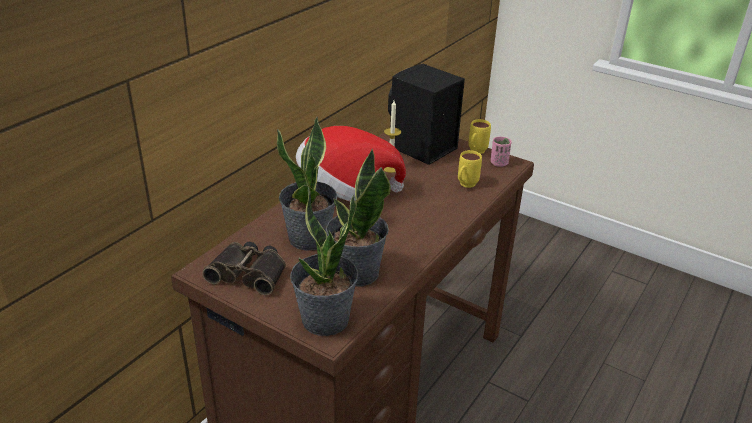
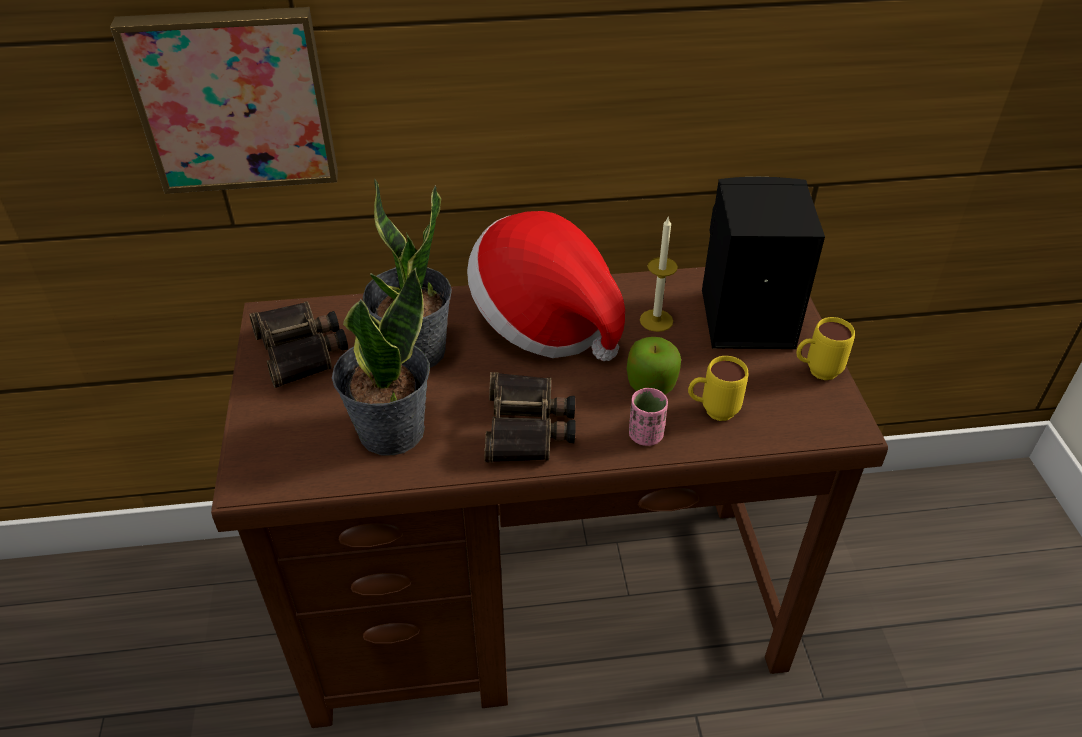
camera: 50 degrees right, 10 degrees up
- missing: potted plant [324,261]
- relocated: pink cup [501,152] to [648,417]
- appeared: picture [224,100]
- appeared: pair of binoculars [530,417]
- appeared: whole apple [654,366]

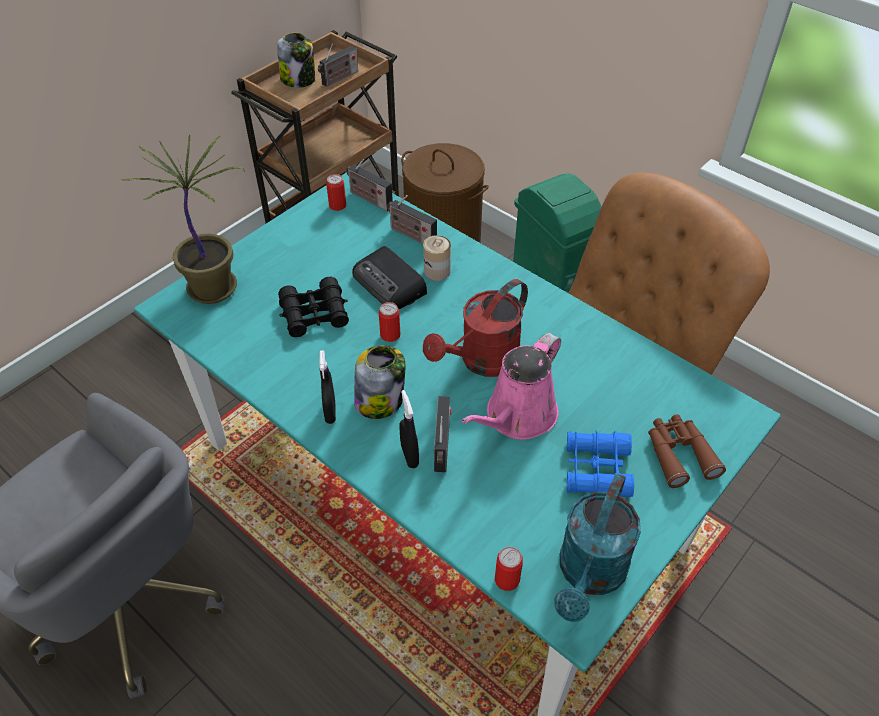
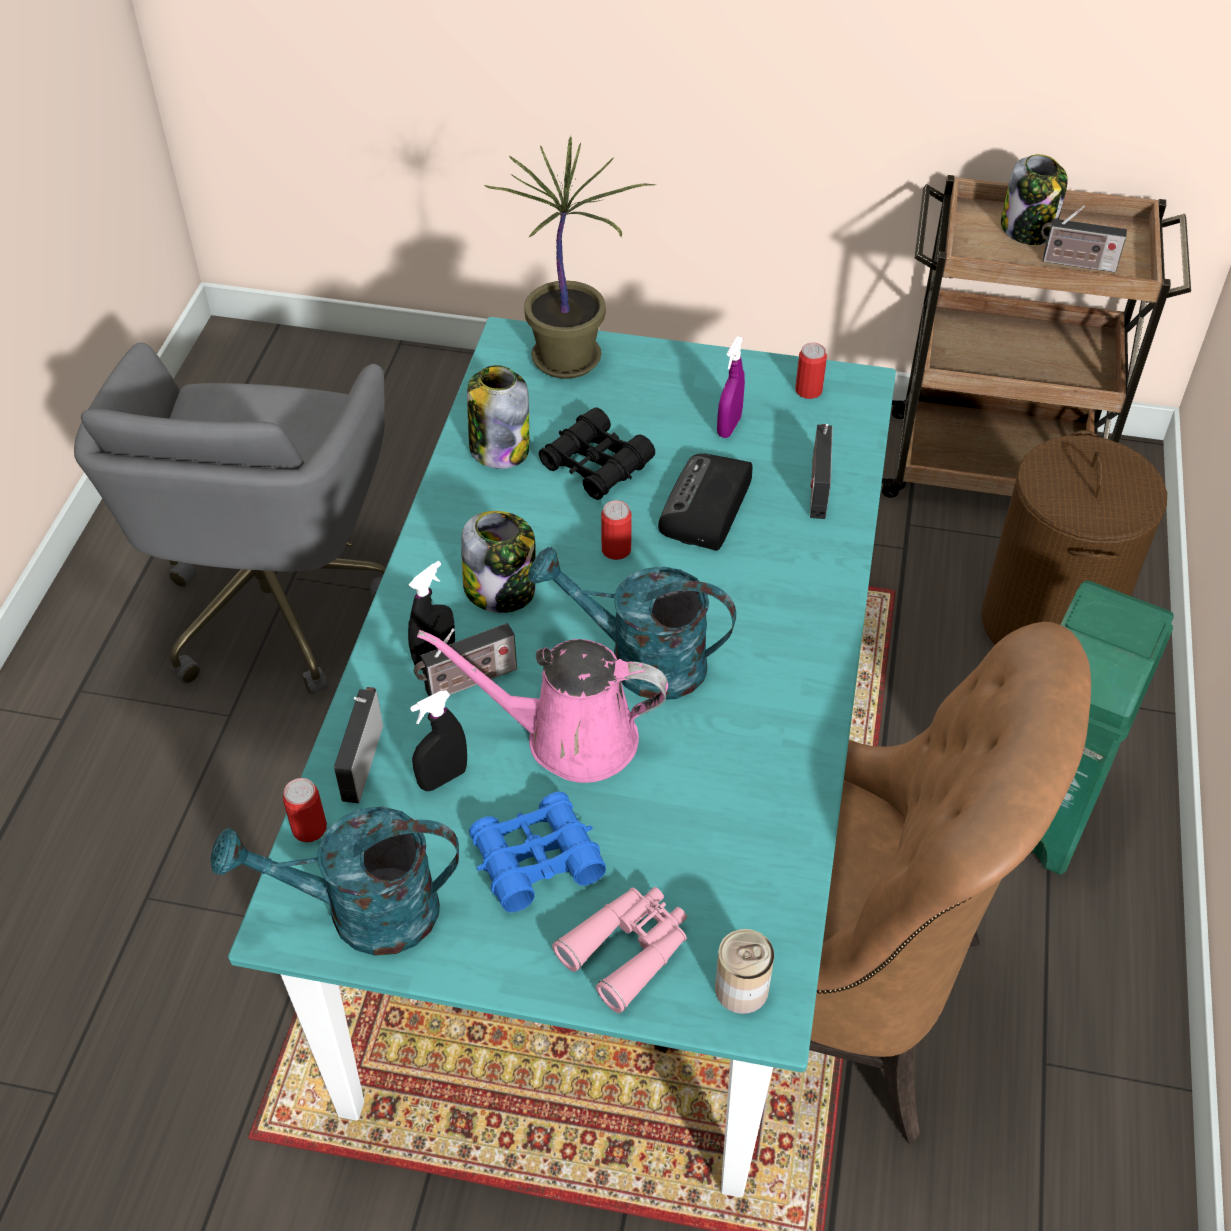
camera: 60 degrees right, 0 degrees up
- relocated: black-coloured spray bottle [327,387] to [438,740]
- relocated: radio receiver [369,185] to [358,745]
- relocated: sealed can [437,258] to [744,971]
- colour: reddish watering pot [475,328] to blue-green watering pot [632,623]
- colour: brownish pair of binoculars [687,451] to pink pair of binoculars [619,950]
- appeared: preserve jar [498,417]
- appeared: purple spray bottle [731,387]

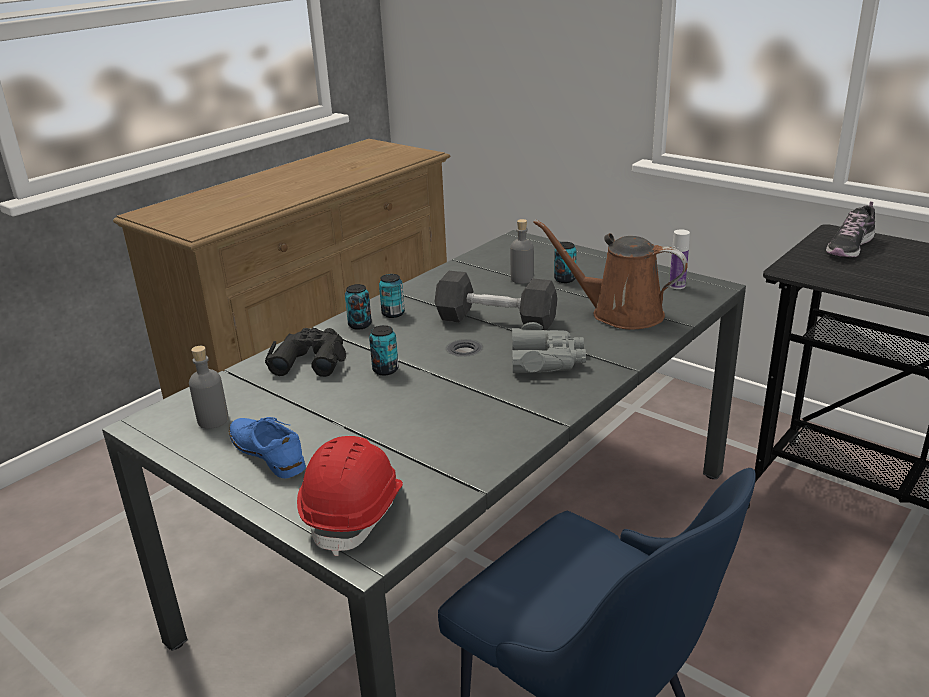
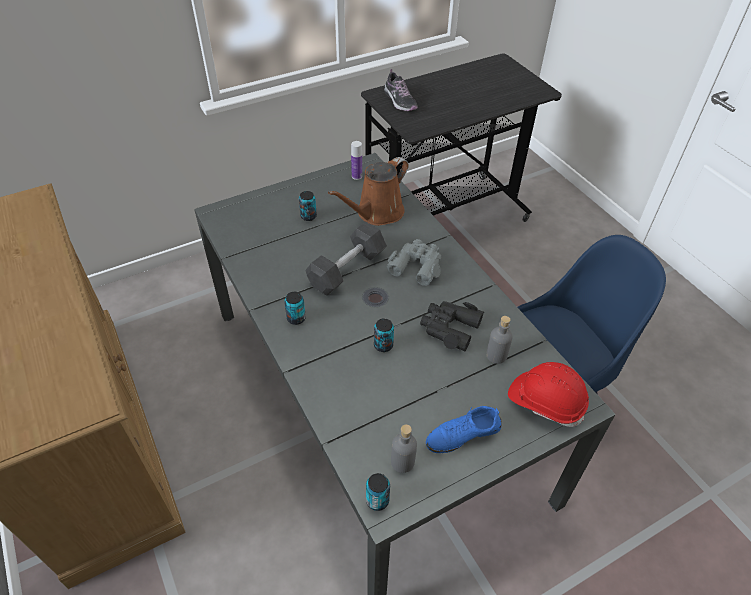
camera: 70 degrees left, 20 degrees up
- relocated: black-coloured pair of binoculars [305,352] to [452,326]
- relocated: sealed can [358,307] to [378,492]
- relocated: gray drink bottle [522,251] to [499,340]

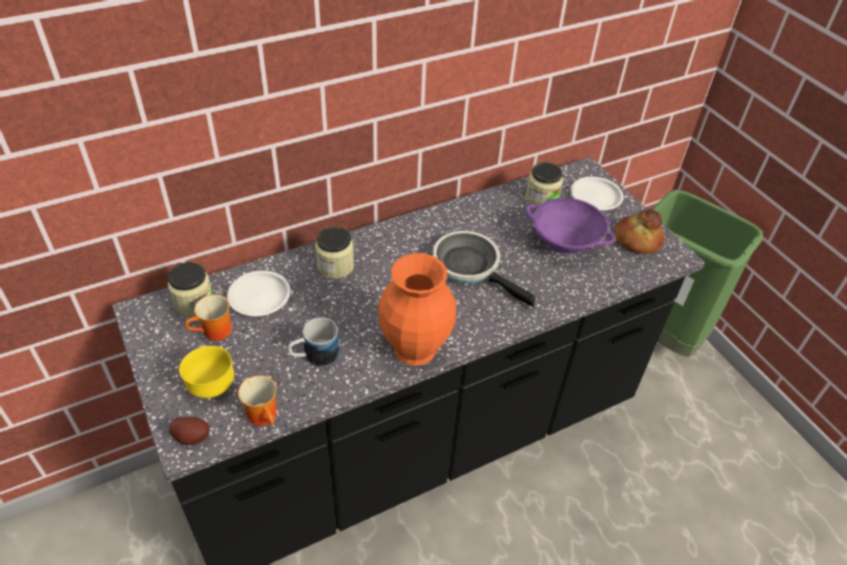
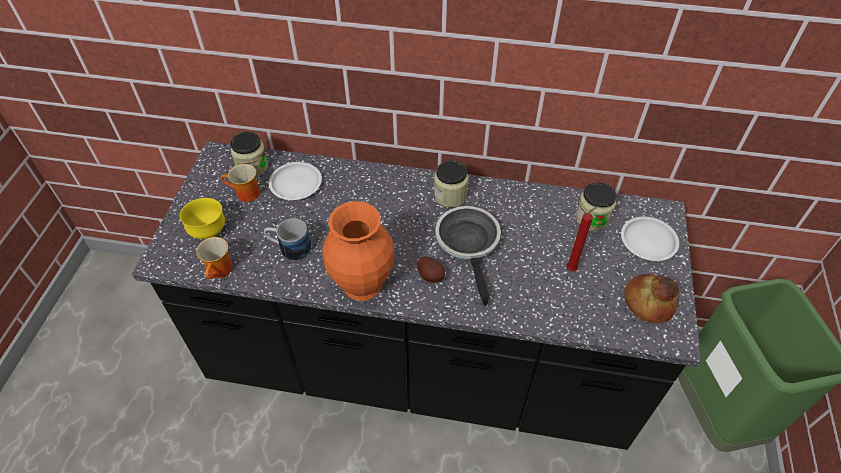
camera: 40 degrees right, 5 degrees up
- relocated: spud [189,431] to [431,269]
- relocated: preserve jar [334,252] to [451,183]
- exchanged: purple deep dish [570,226] to reddish candle [582,238]

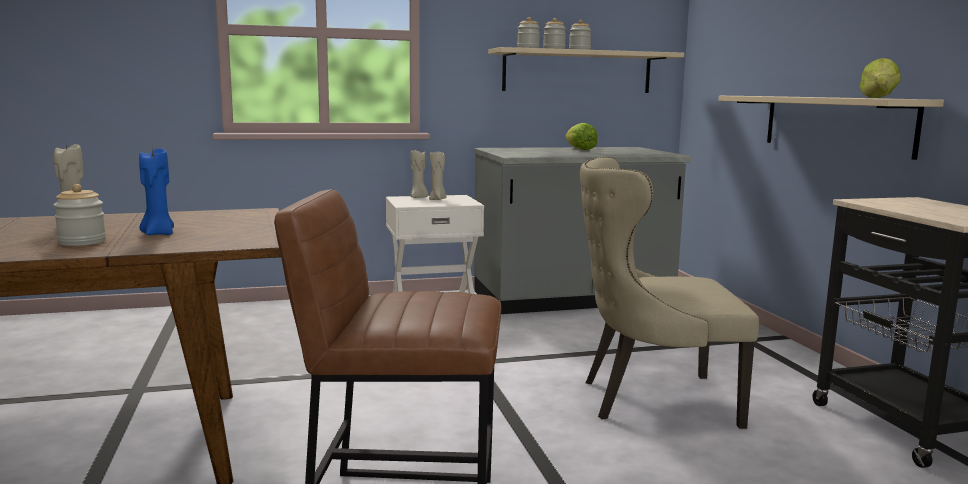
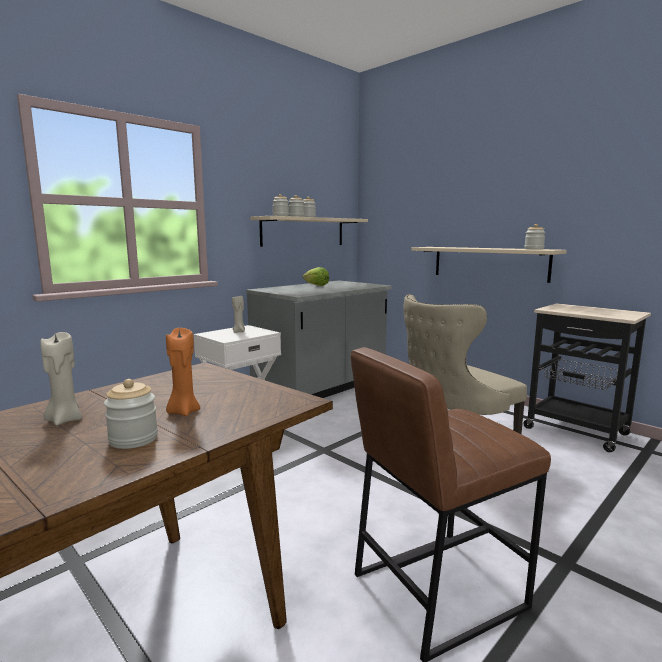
camera: 30 degrees left, 0 degrees up
- colour: blue-coloured candle [156,191] to orange candle [183,372]
- missing: beige candle [419,174]
- exchanged: head of lettuce [880,78] to preserve jar [535,237]

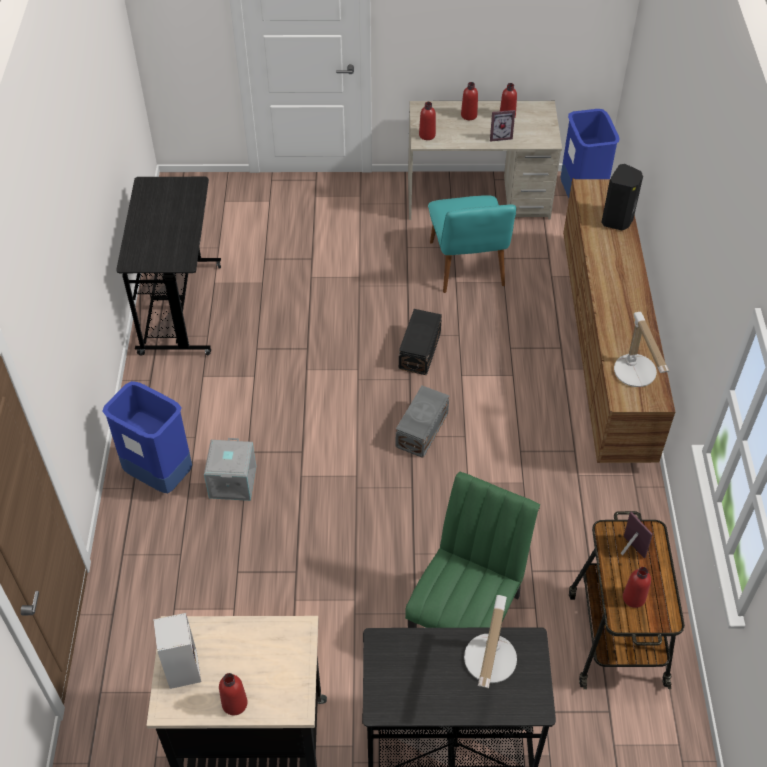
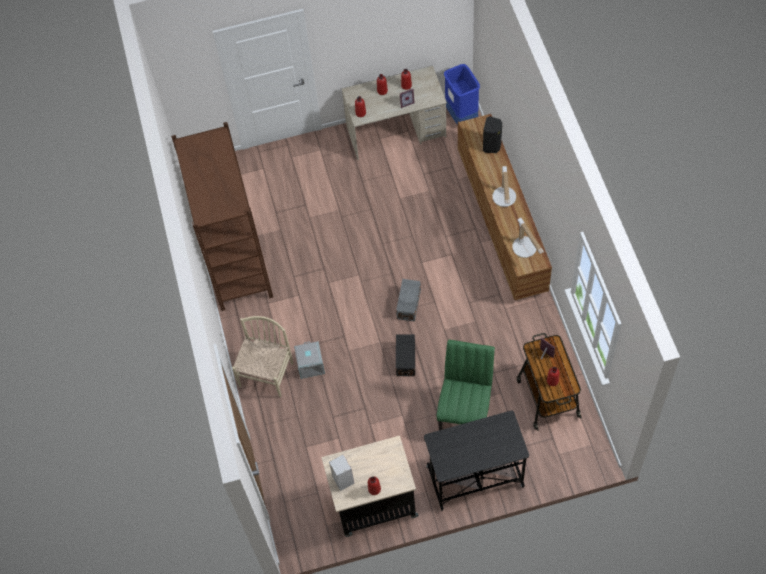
camera: 10 degrees left, 10 degrees up
- exchanged: blue-coloured waste bin [147,437] to beige plain chair [262,356]
- exchanged: black-coloured desk unit [168,266] to brownish bookshelf [222,216]
- relocated: black-coloured storage bin [420,342] to [405,355]
- missing: blue-green plain chair [472,244]
- relocated: lamp for a table [490,642] to [504,186]

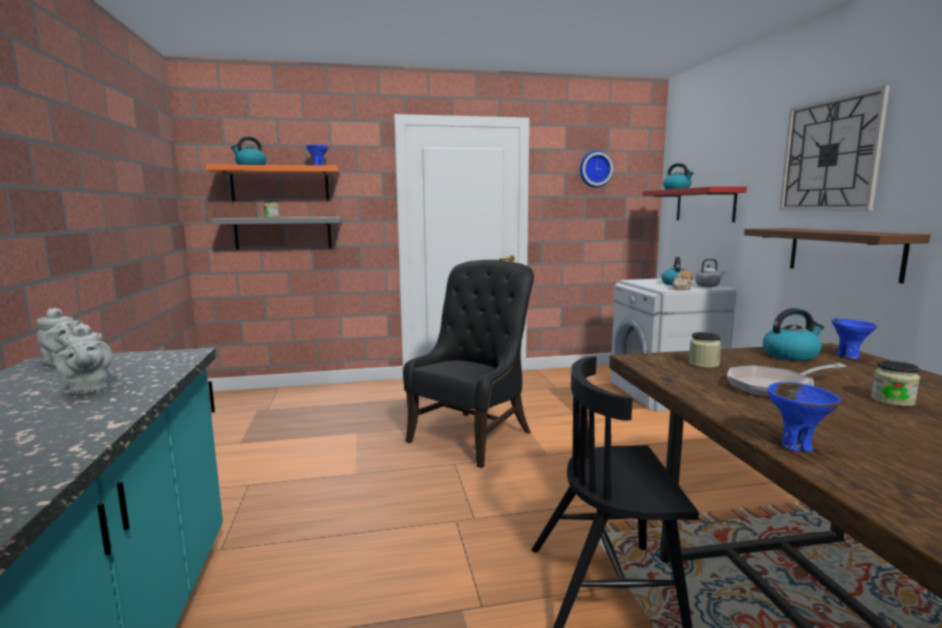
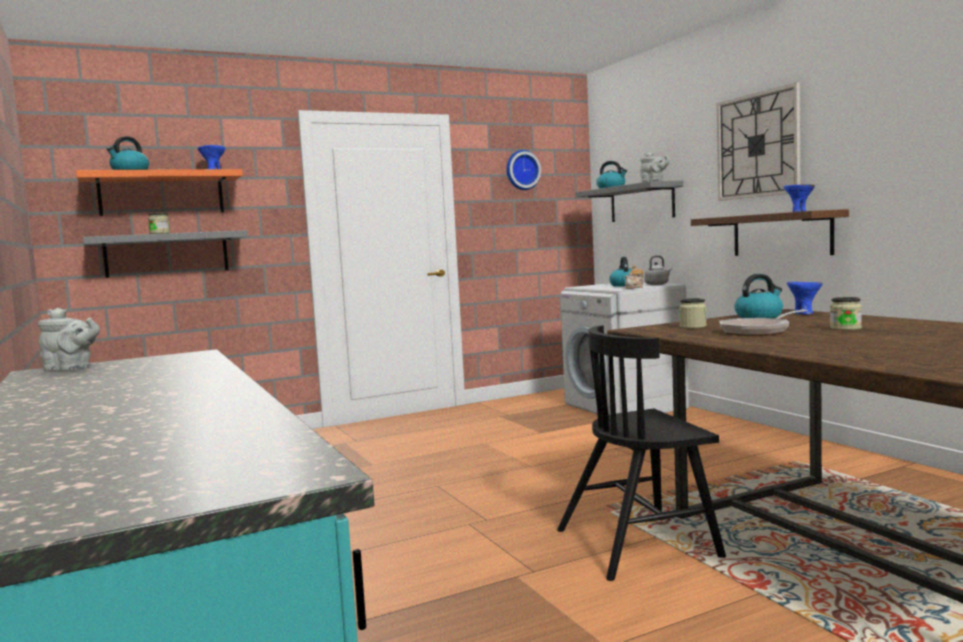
camera: 15 degrees left, 5 degrees down
- relocated: gray teapot [83,358] to [655,167]
- missing: black-coloured plain chair [468,364]
- colour: reddish bracket shelf [695,204] to gray bracket shelf [629,201]
- relocated: blue-coloured deep dish [804,417] to [799,198]

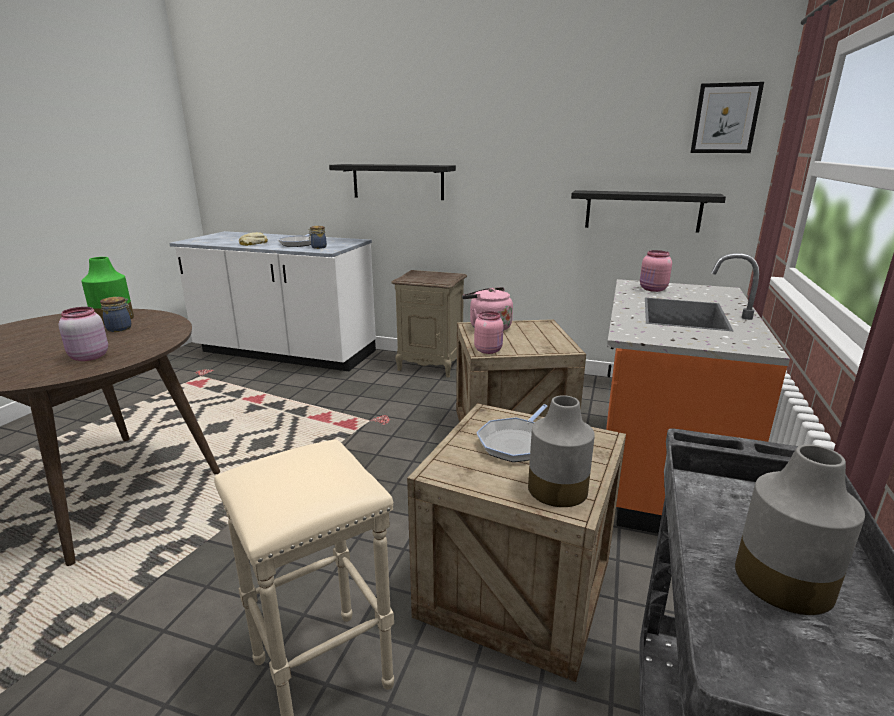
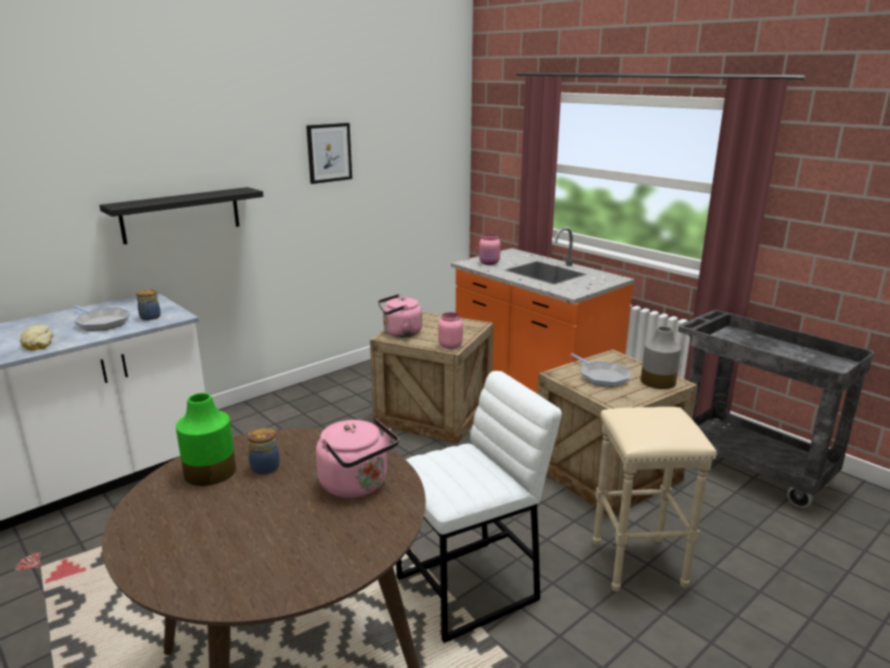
camera: 60 degrees left, 0 degrees up
- exchanged: pink preserve jar [83,334] to pink water kettle [357,458]
- missing: beige night table [429,324]
- missing: black-coloured bracket shelf [648,211]
- relocated: picture [727,117] to [329,153]
- missing: gray decorative vase [800,529]
- appeared: whitish plain chair [479,507]

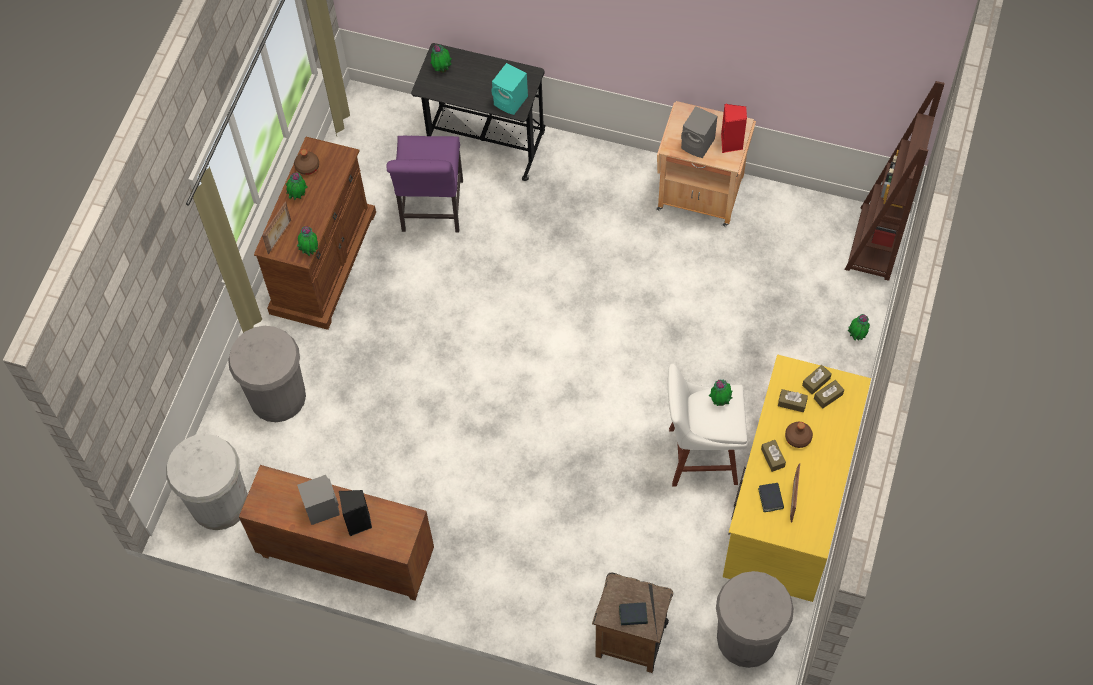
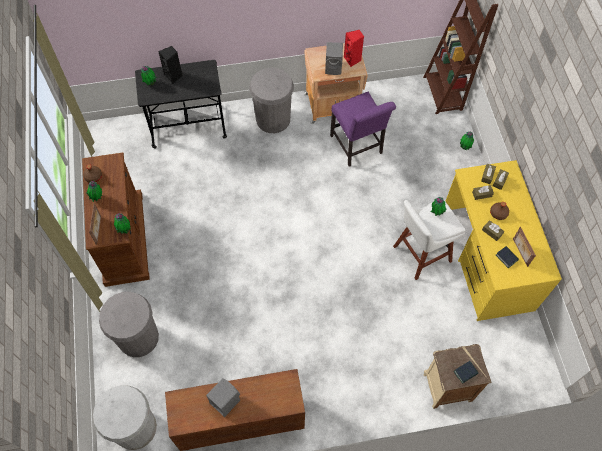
camera: 30 degrees left, 0 degrees up
- relocated: black-coloured loudspeaker [355,513] to [170,65]
- relocated: purple plain chair [425,184] to [363,129]
- missing: blue-green loudspeaker [509,89]
- colour: black-coloured night table [632,622] to beige night table [458,376]
- relocated: gray waste bin [755,619] to [271,100]

